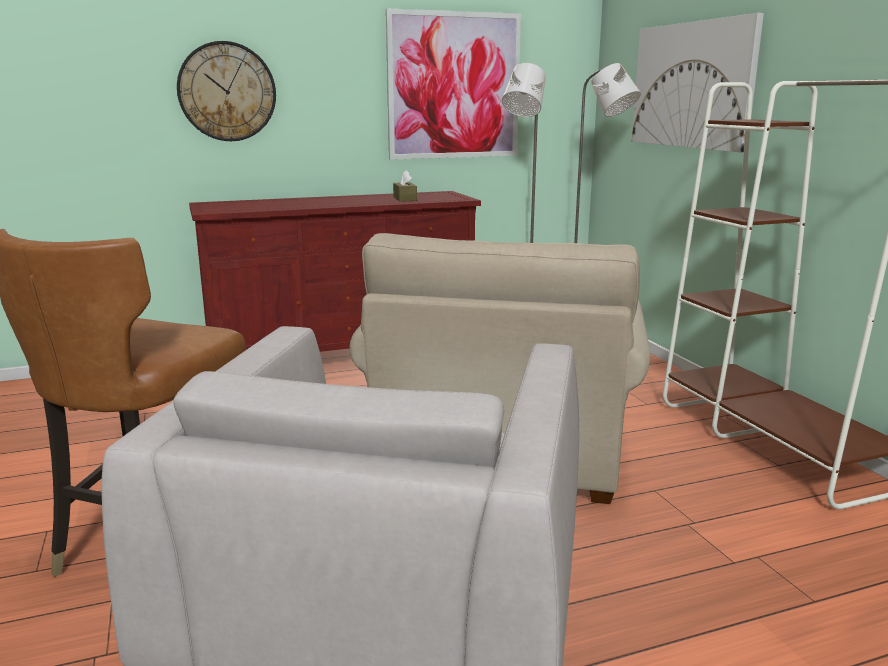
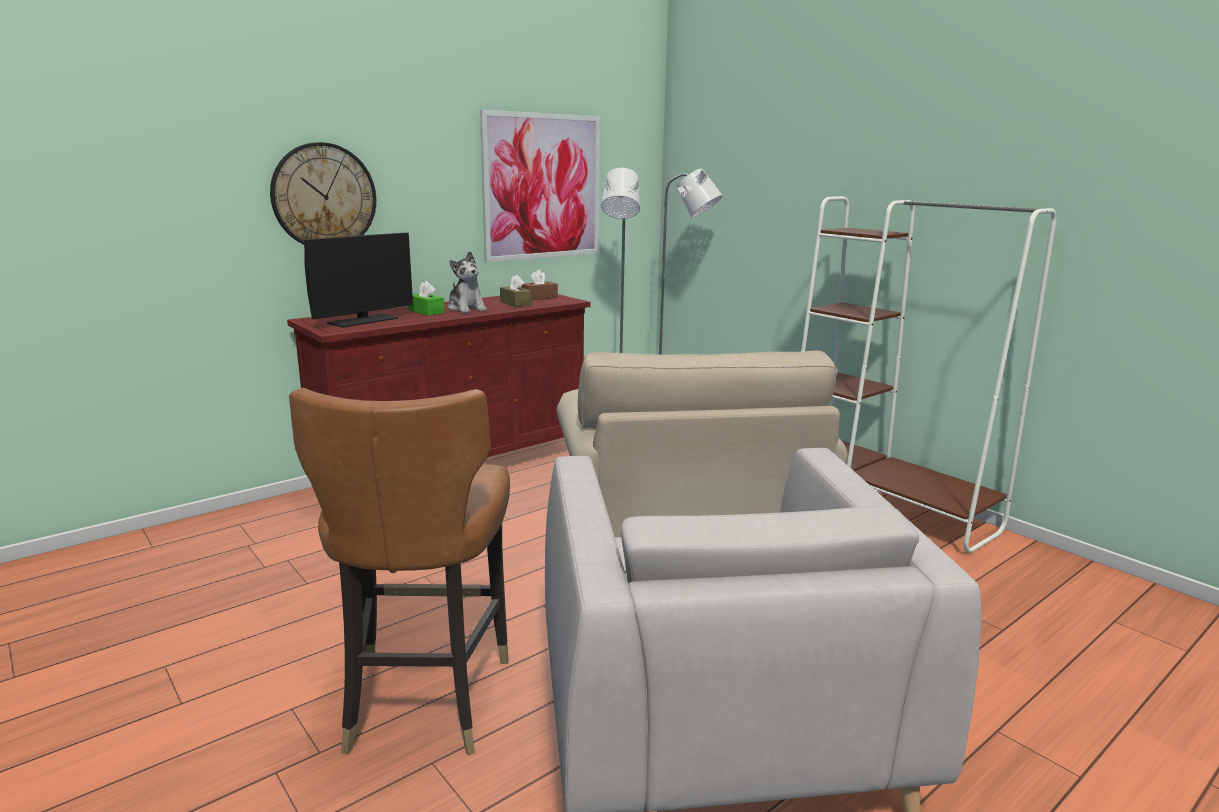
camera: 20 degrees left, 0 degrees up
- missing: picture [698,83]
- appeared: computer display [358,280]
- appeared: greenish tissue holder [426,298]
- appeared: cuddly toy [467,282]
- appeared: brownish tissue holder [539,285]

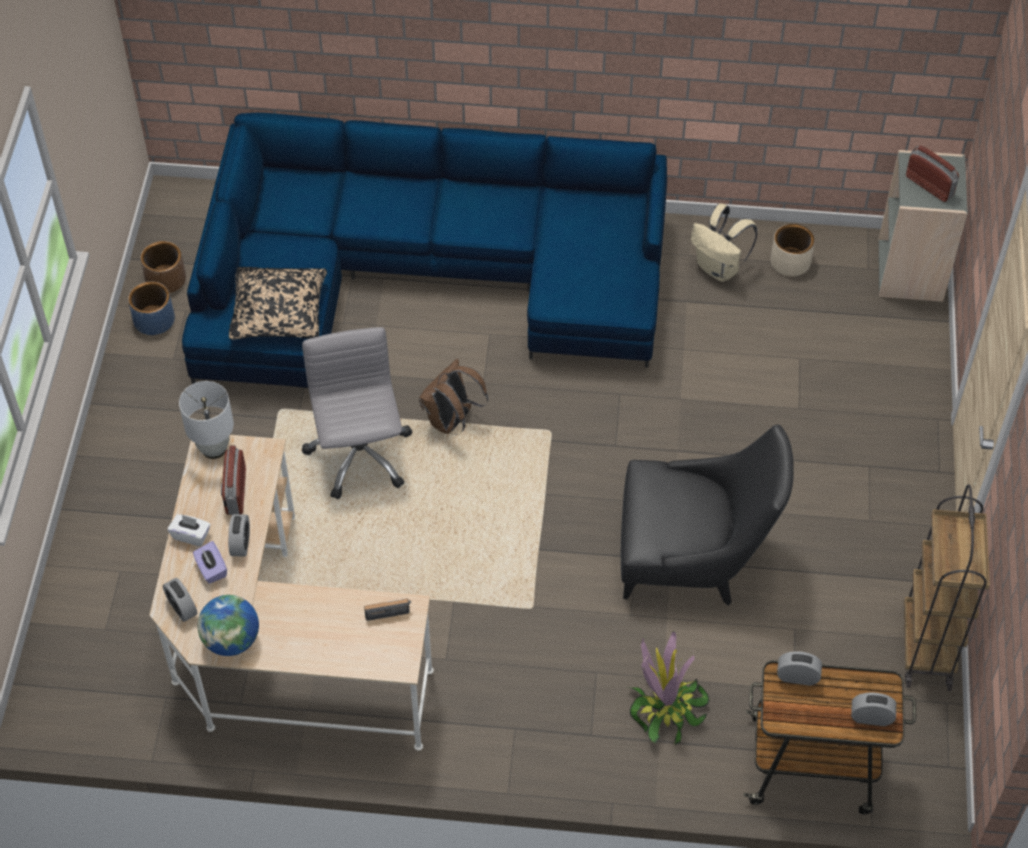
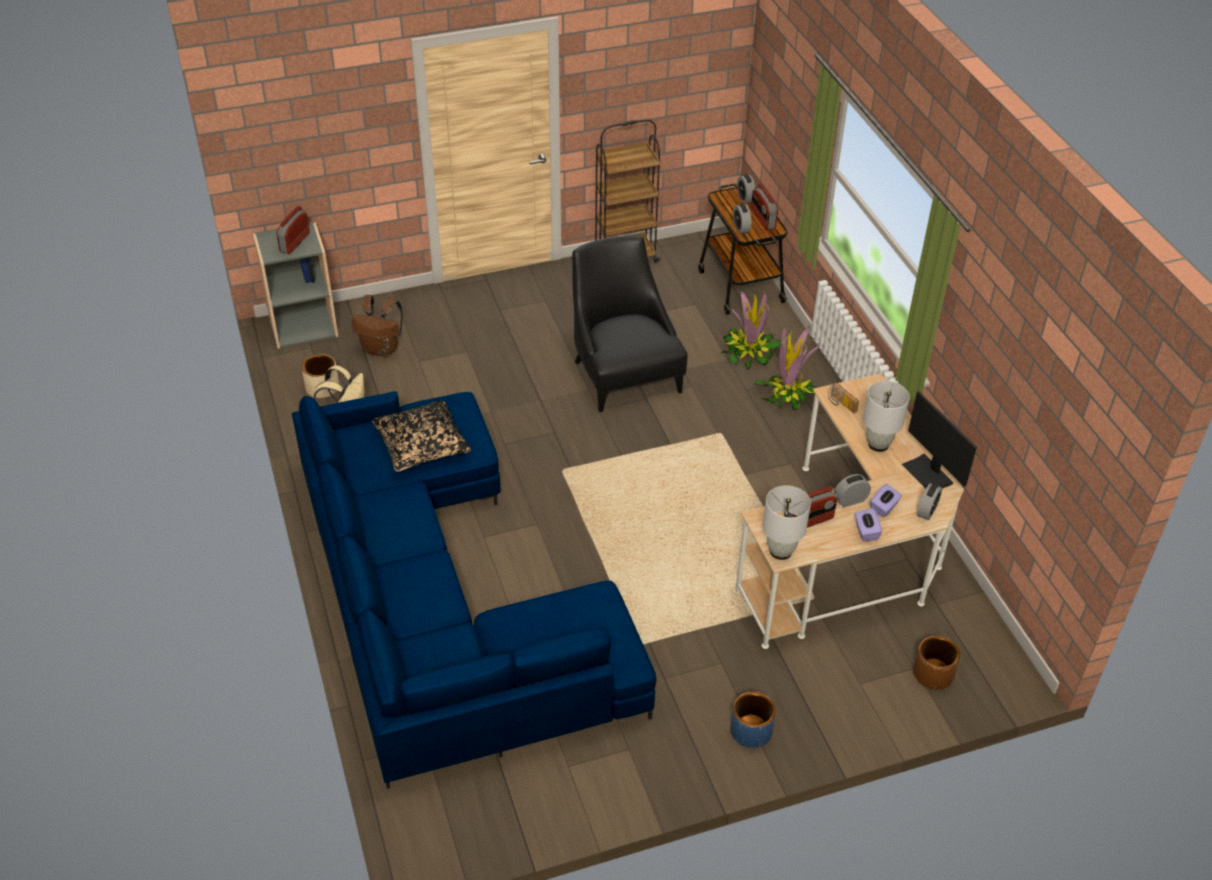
camera: 115 degrees left, 10 degrees down
- relocated: blue-coloured planter [151,308] to [753,720]
- relocated: brownish planter [163,267] to [936,663]
- colour: whitish tissue holder [189,530] to purple tissue holder [868,524]
- exchanged: desk globe [228,625] to computer display [939,440]
- relocated: black-coloured pillow [278,303] to [422,436]
- missing: gray office chair [357,413]
- relocated: brownish rucksack [453,397] to [377,326]
- appeared: radio receiver [764,206]
- appeared: potted plant [786,367]
- appeared: whitish lamp for a table [886,416]

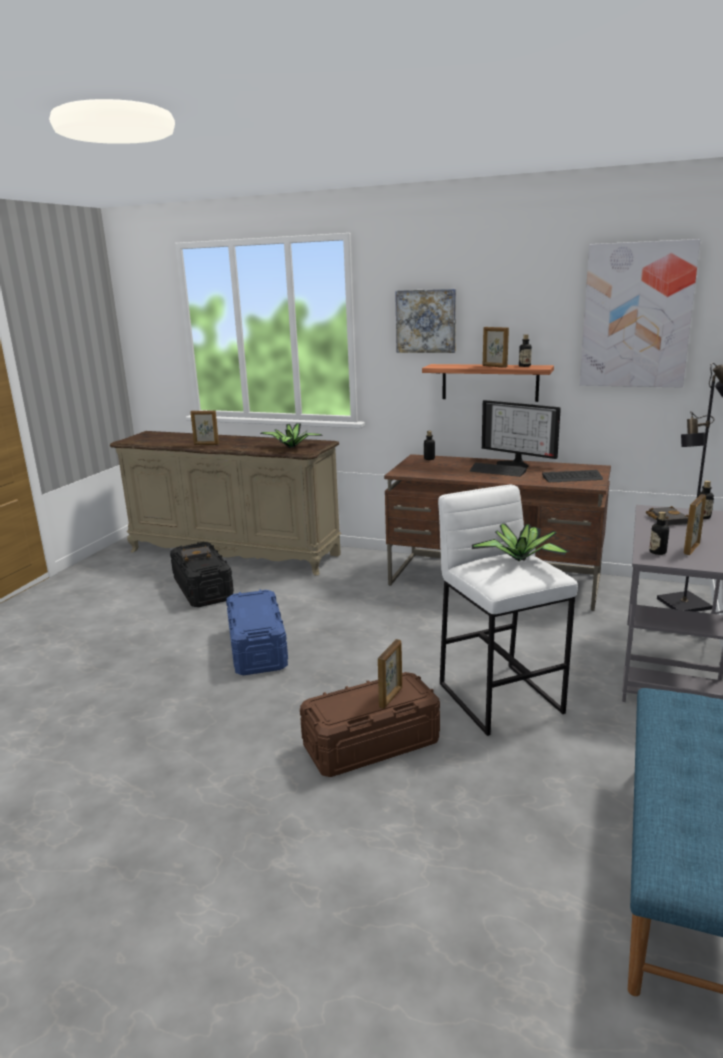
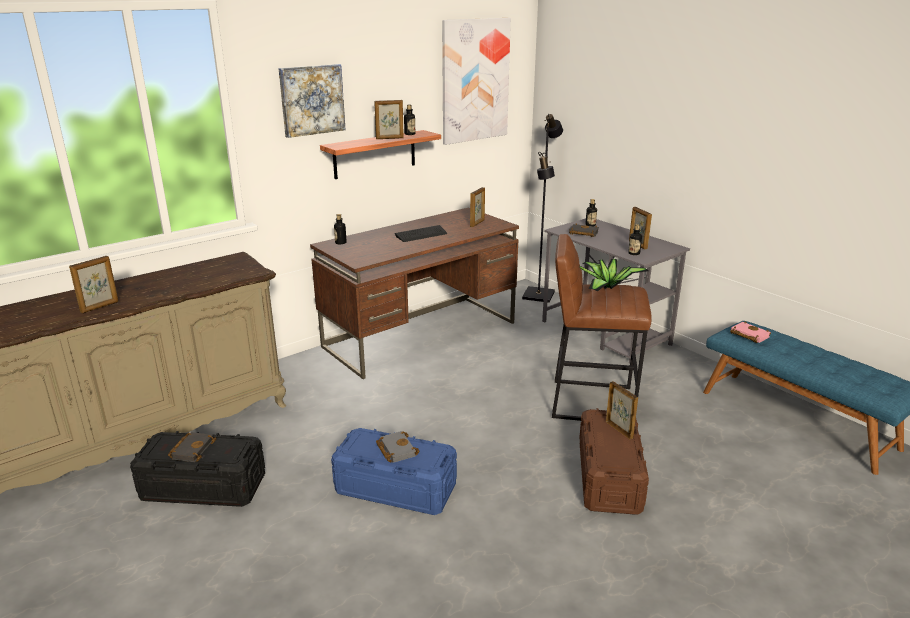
camera: 60 degrees left, 5 degrees up
- missing: potted plant [291,435]
- colour: whitish stool [508,610] to brownish stool [602,327]
- missing: computer display [521,433]
- exchanged: computer keyboard [572,476] to photo frame [477,207]
- appeared: gray book [398,447]
- appeared: pink book [750,332]

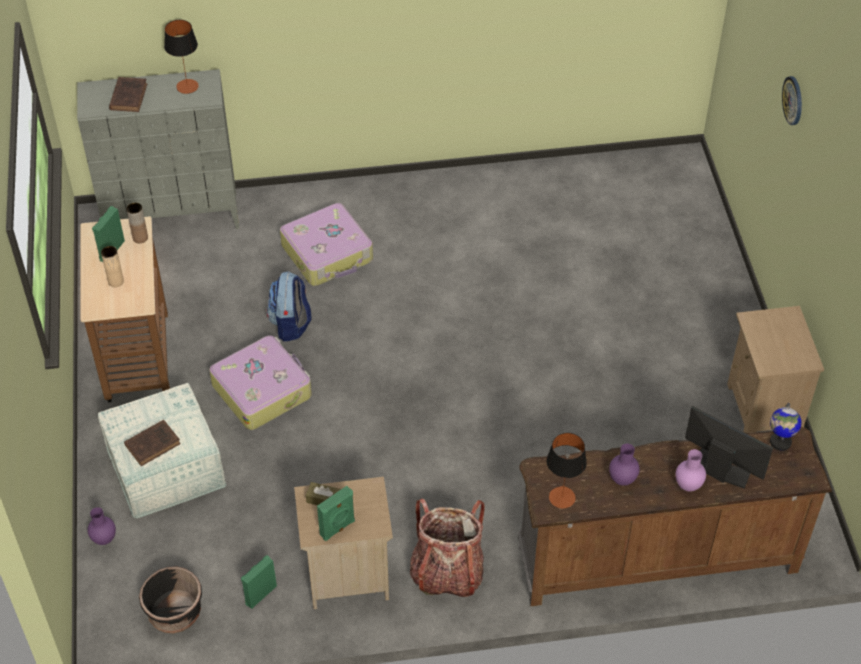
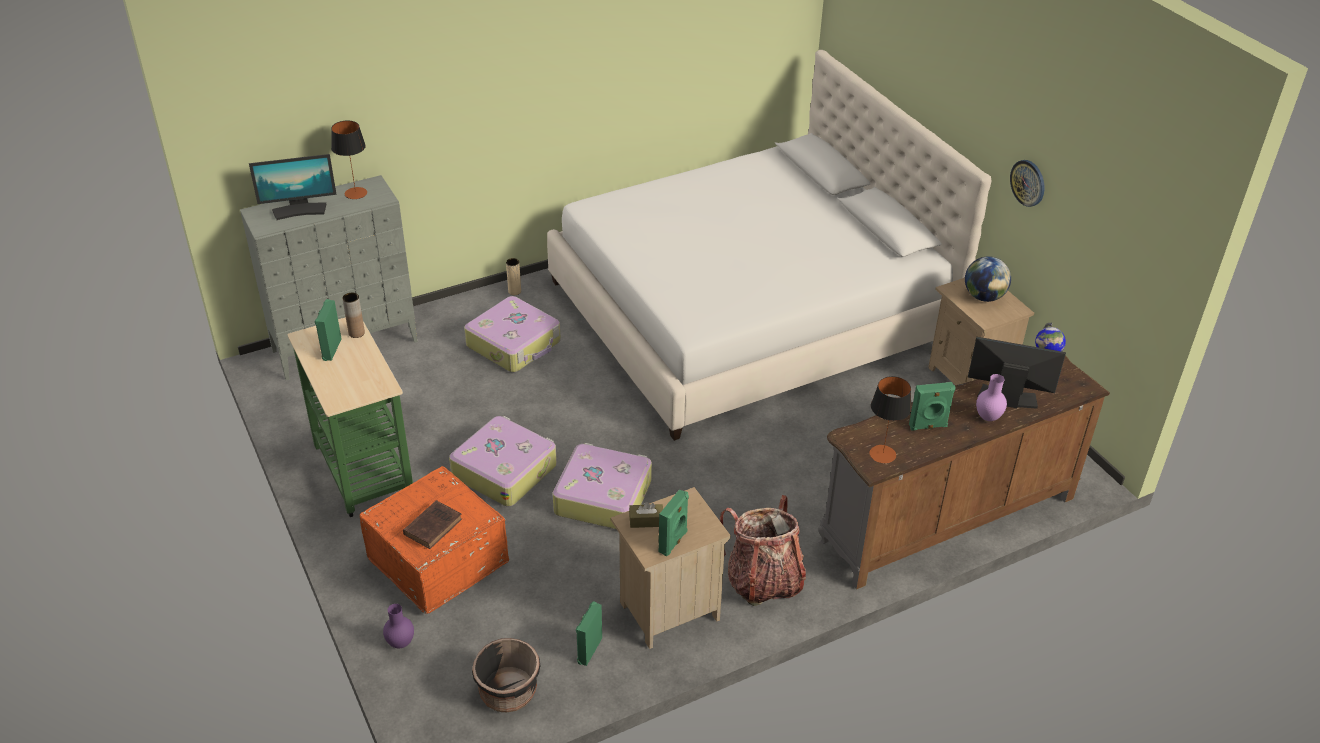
camera: 20 degrees left, 10 degrees down
- colour: brownish wheeled cart [125,309] to greenish wheeled cart [350,417]
- colour: whitish ottoman [162,450] to orange ottoman [434,540]
- relocated: beige decorative vase [112,266] to [513,276]
- exchanged: brownish book [128,94] to computer display [293,187]
- missing: rucksack [289,306]
- exchanged: purple decorative vase [624,465] to greenish loudspeaker [932,406]
- relocated: hanging clock [792,100] to [1027,183]
- appeared: whitish sleeping bed [769,245]
- appeared: suitcase [602,486]
- appeared: desk globe [988,279]

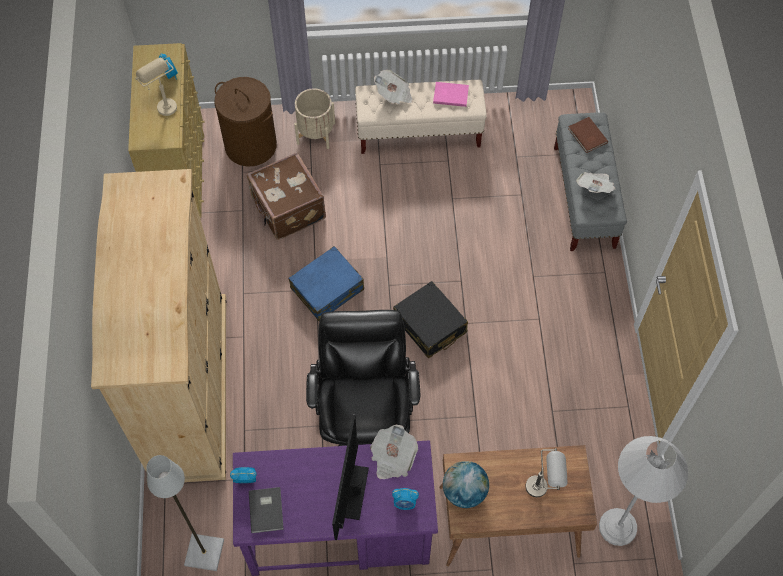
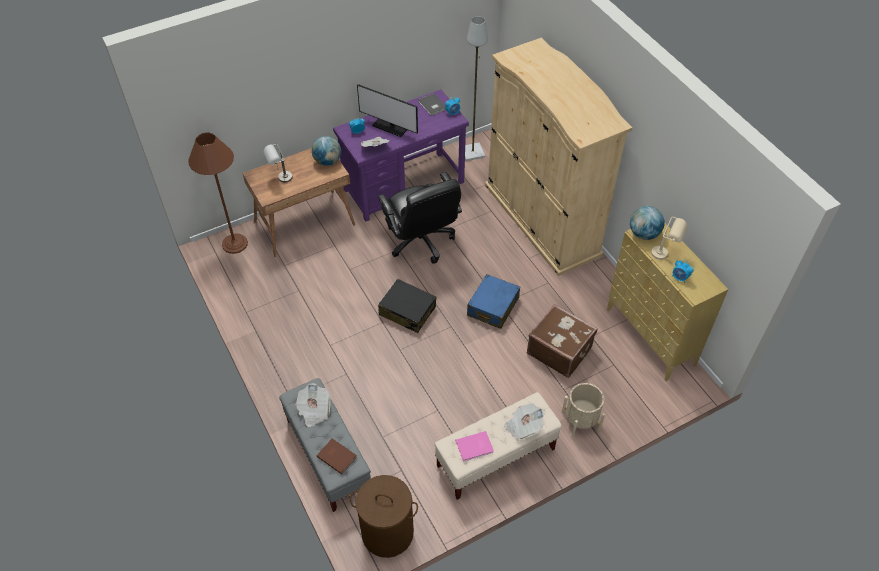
camera: 155 degrees right, 10 degrees down
- relocated: brownish laundry basket [245,121] to [384,516]
- spun: computer display [350,477] = [387,110] 135 degrees clockwise
- colour: whitish standing lamp [643,491] to brownish standing lamp [218,193]
- appeared: desk globe [647,223]

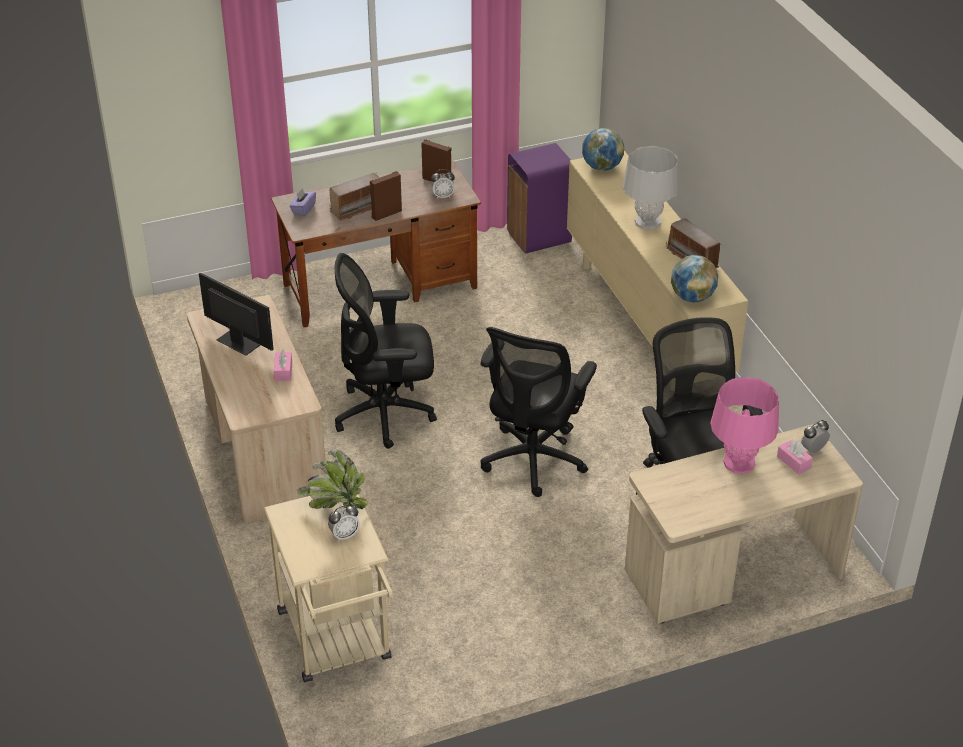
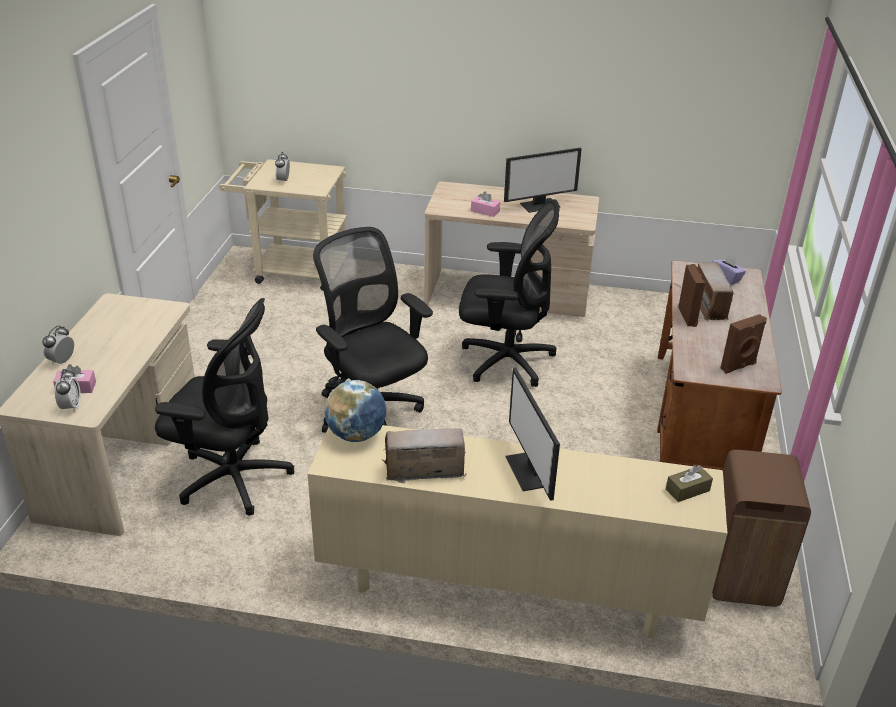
camera: 120 degrees right, 5 degrees down
- missing: potted plant [332,479]
- spun: black-coloured office chair [386,351] = [509,293] 75 degrees clockwise
- relocated: bedside clock [443,184] to [58,345]
- colour: purple waste bin [539,198] to brownish waste bin [761,528]
- exchanged: desk globe [603,149] to brownish tissue holder [689,483]
- exchanged: gray lamp for a table [651,187] to computer display [532,434]
- missing: pink lamp for a table [745,425]

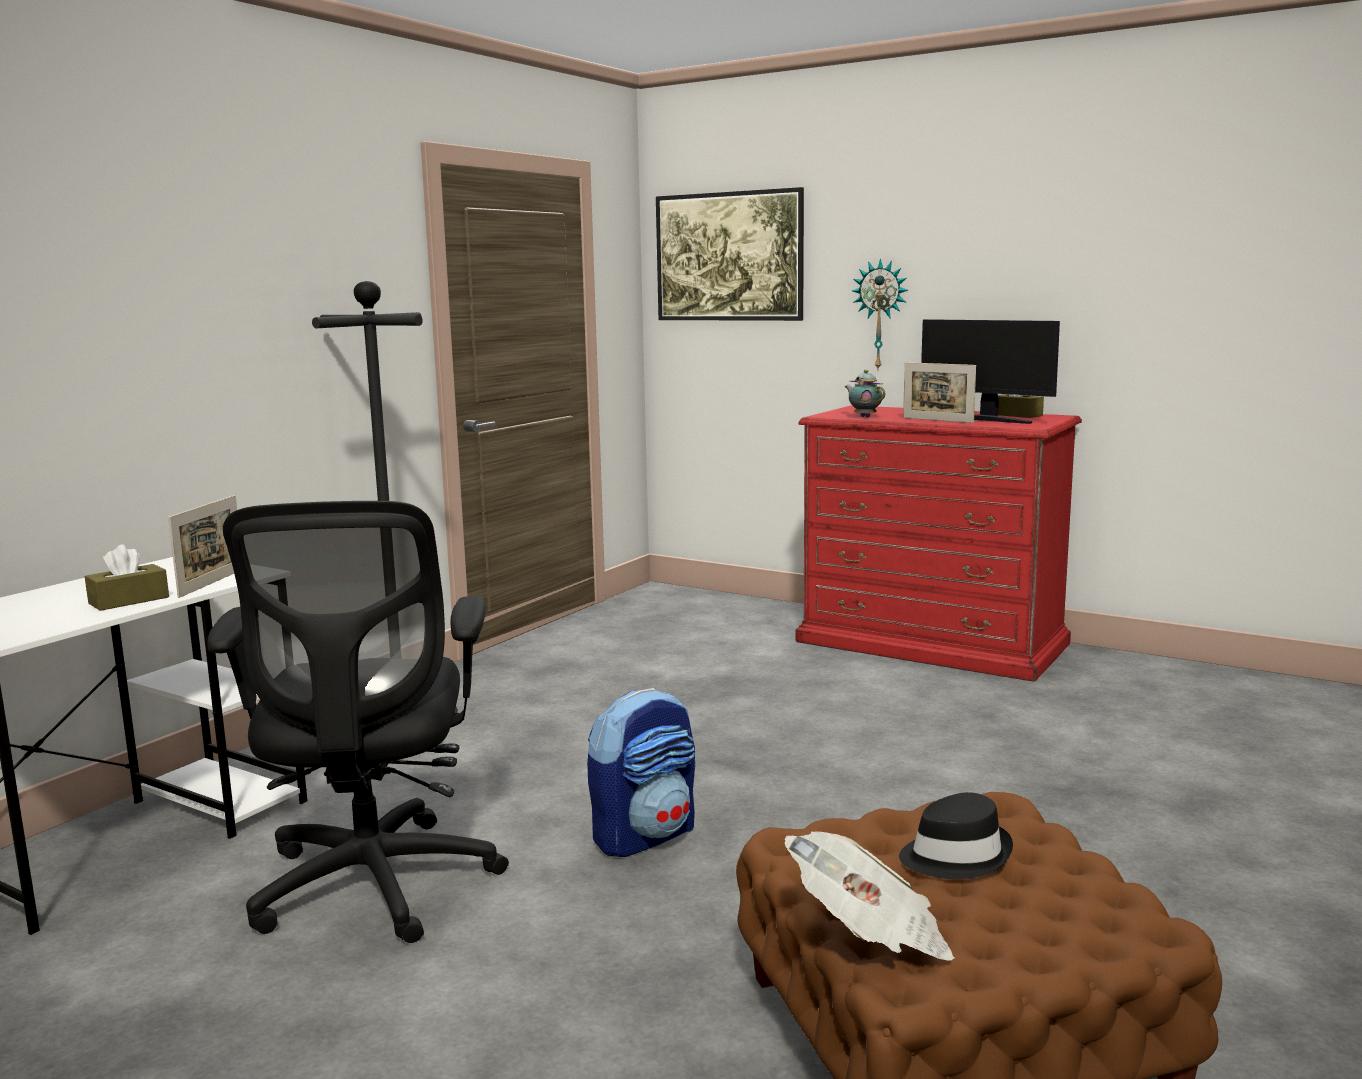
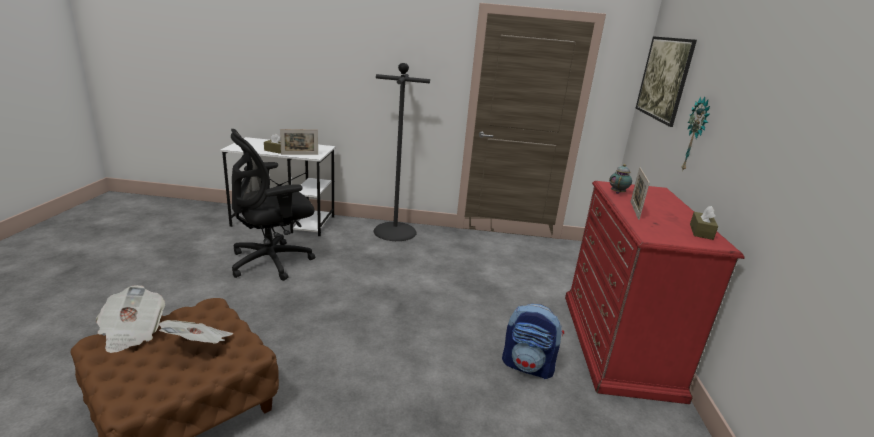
camera: 60 degrees right, 10 degrees up
- relocated: rucksack [641,772] to [533,341]
- exchanged: black-coloured wearable hat [956,835] to printed paper [195,332]
- missing: computer display [990,371]

